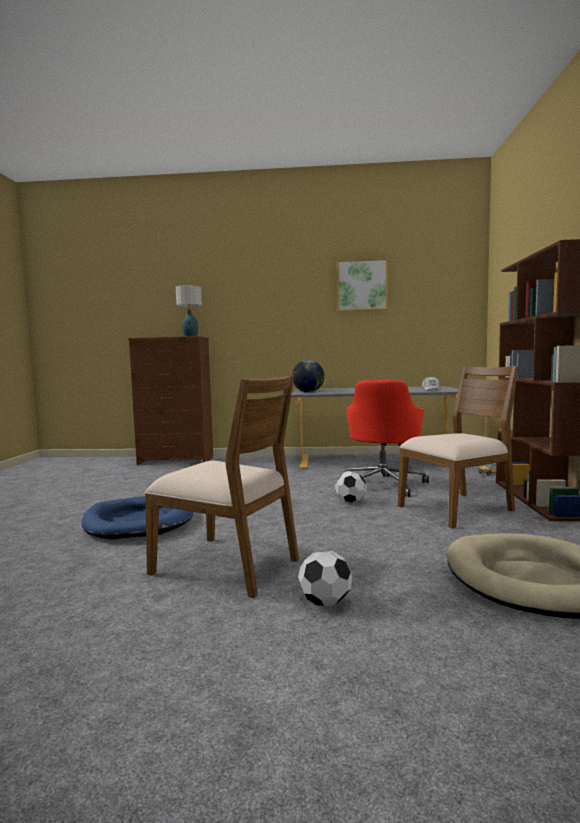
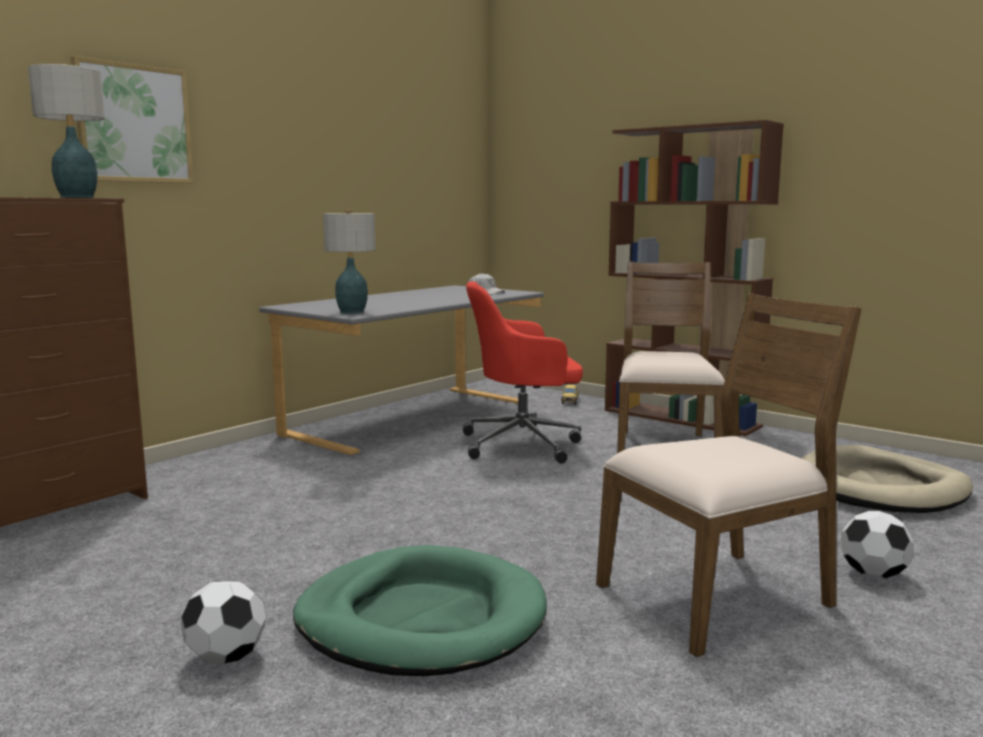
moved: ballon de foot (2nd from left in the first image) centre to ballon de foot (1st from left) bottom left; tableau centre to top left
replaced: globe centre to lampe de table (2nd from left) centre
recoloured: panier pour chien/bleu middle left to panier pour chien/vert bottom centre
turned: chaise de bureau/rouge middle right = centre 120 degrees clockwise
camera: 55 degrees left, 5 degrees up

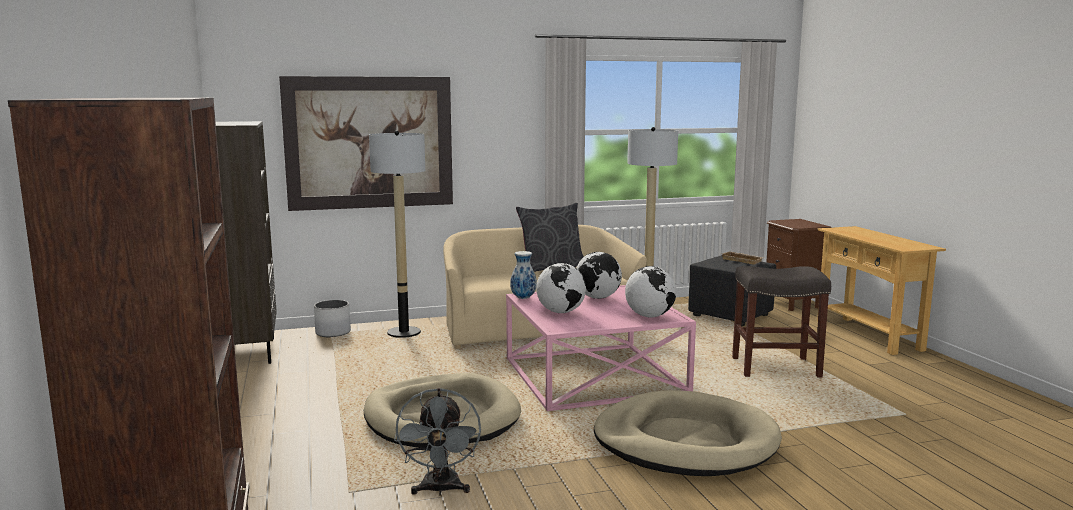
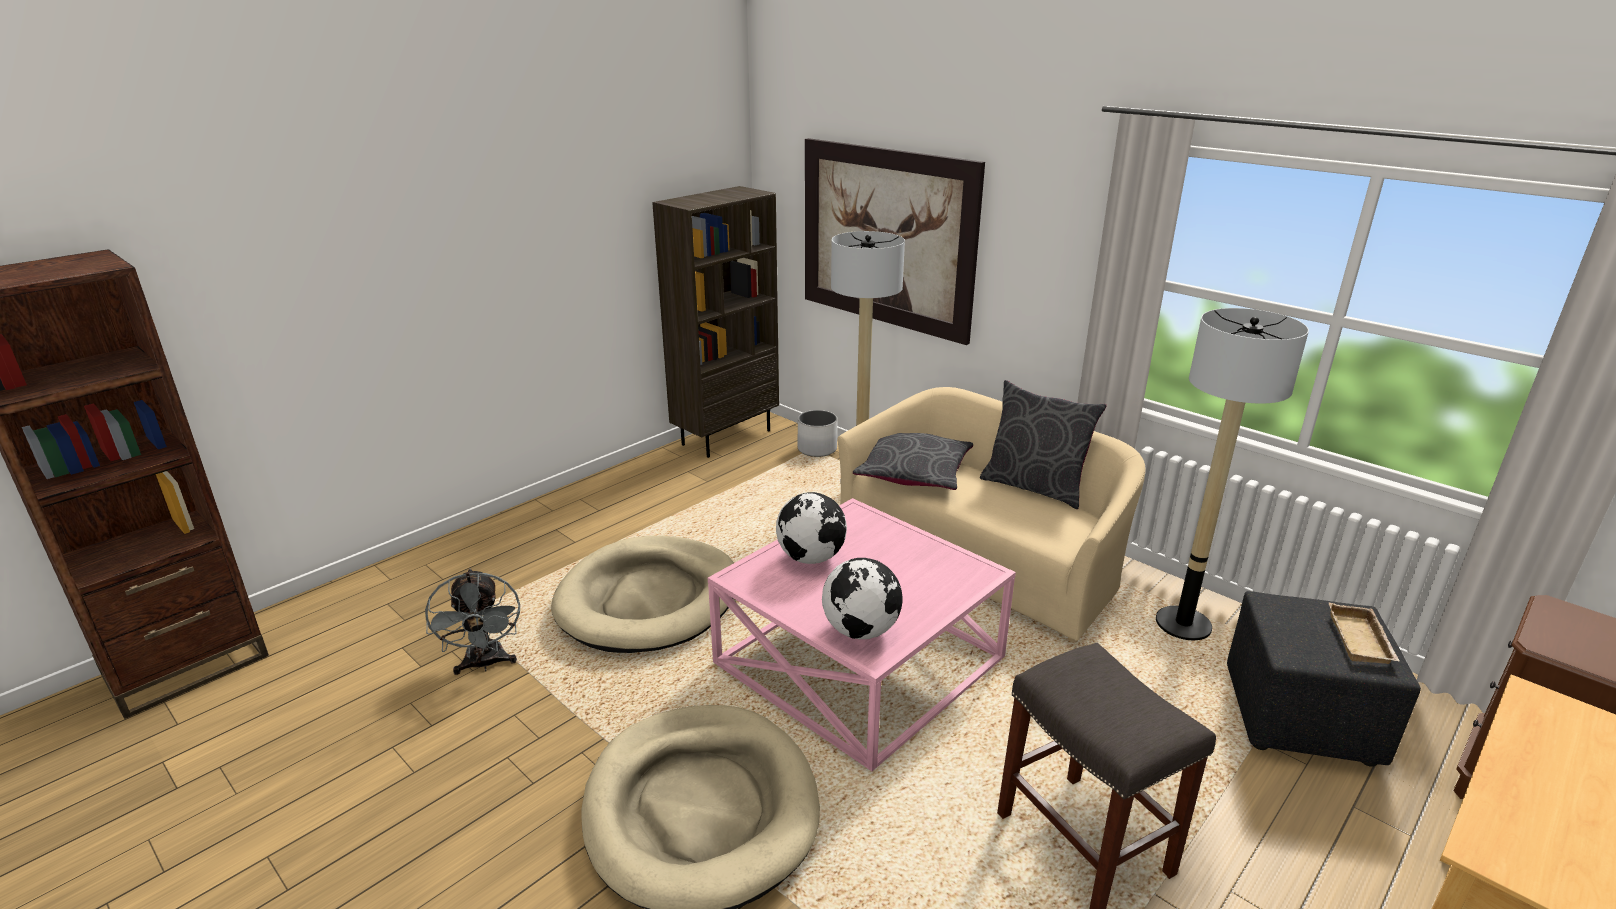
removed: vase centre; globe (2nd from left) centre
added: coussin/gris (1st from left) centre
turned: ventilateur/gris bottom centre = bottom left 75 degrees counterclockwise
camera: 60 degrees right, 15 degrees up

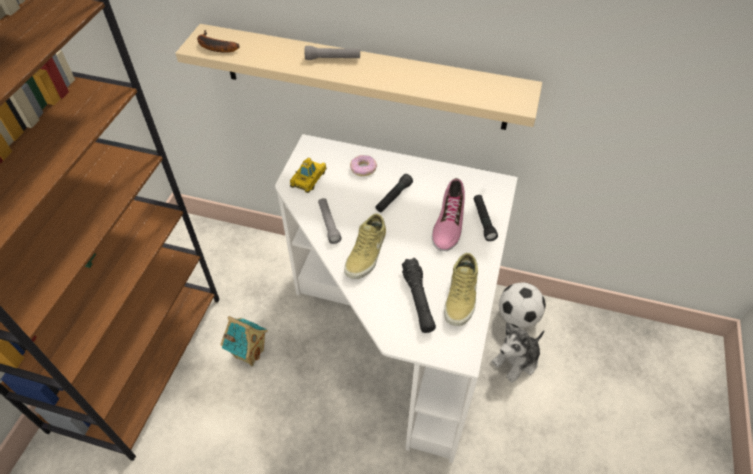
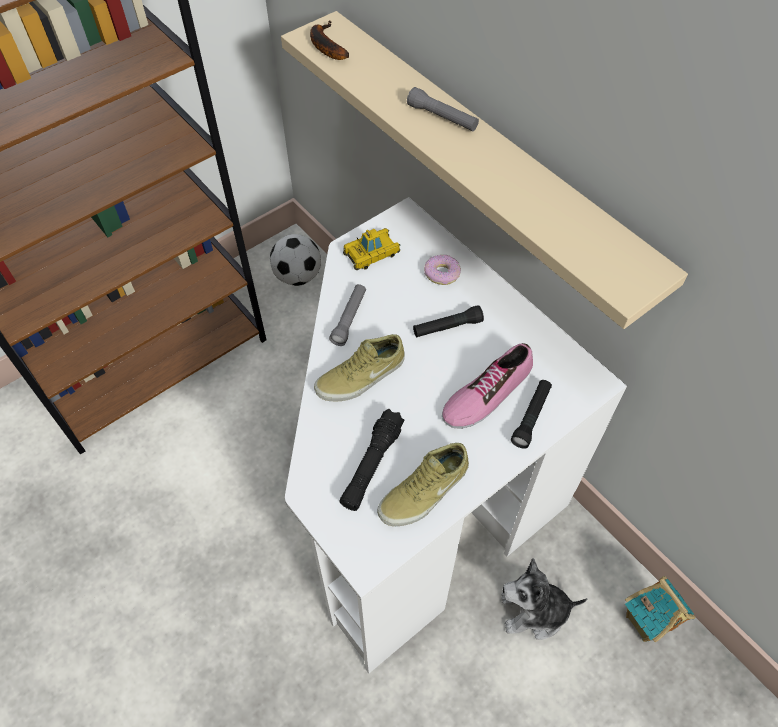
moved: maison miniature bottom left to bottom right; ballon de foot middle right to centre
camera: 35 degrees right, 5 degrees up

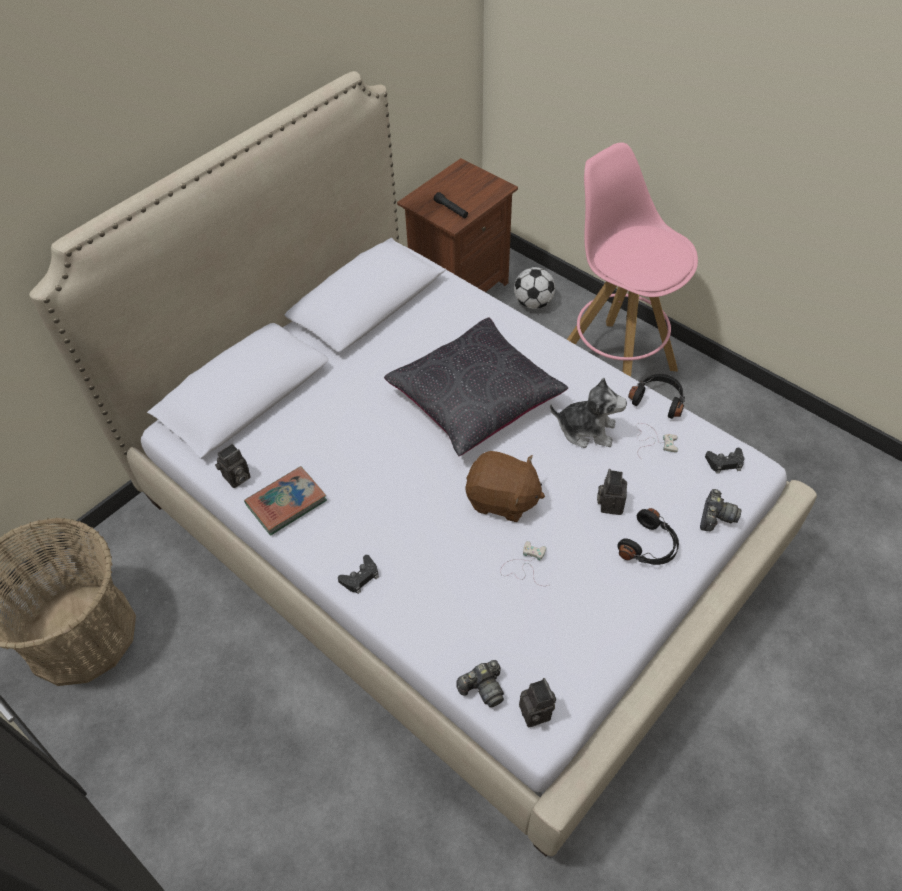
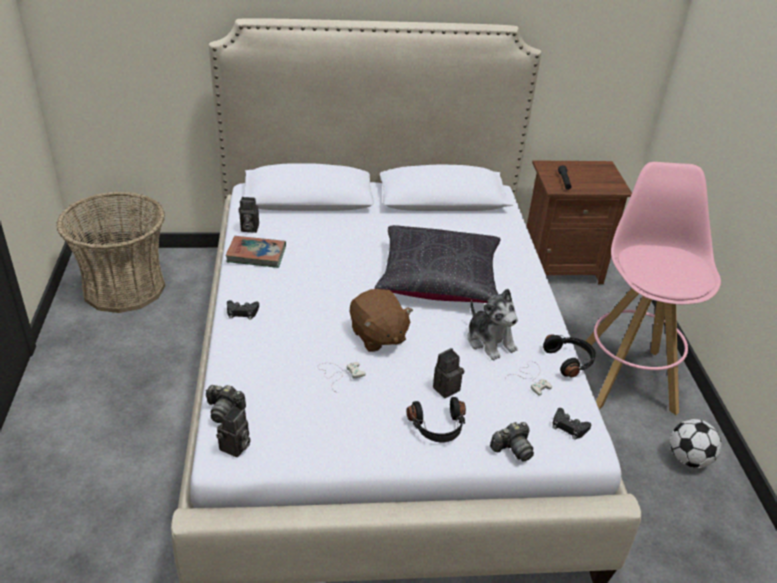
moved: ballon de foot top centre to bottom right
camera: 40 degrees right, 15 degrees down

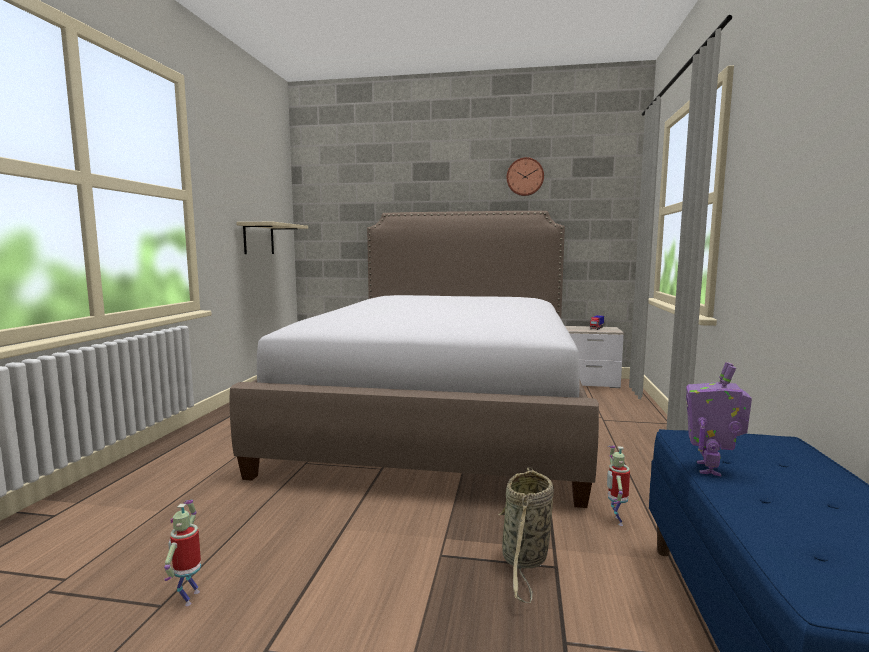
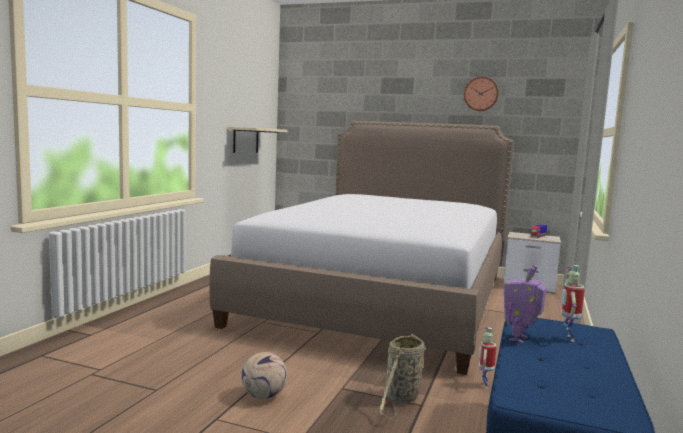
added: ballon de foot bottom centre
moved: robot jouet (1st from left in the first image) bottom left to robot jouet (3rd from left) bottom right
camera: 10 degrees right, 0 degrees up

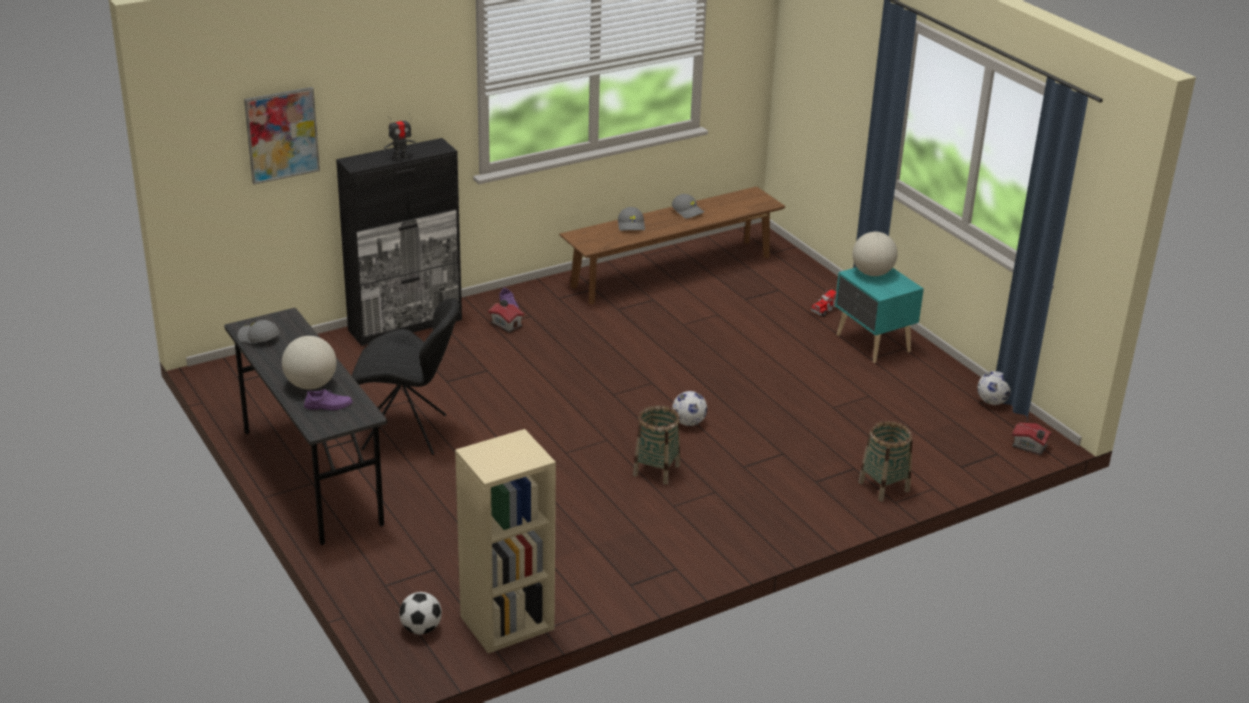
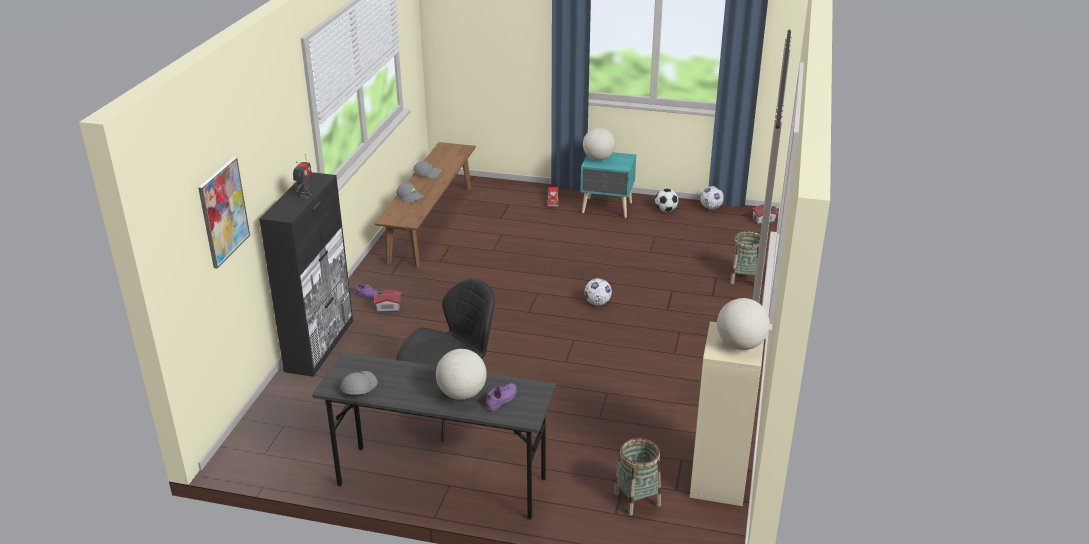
added: globe (3rd from left) middle right
moved: ballon de foot (1st from left in the first image) bottom centre to ballon de foot (2nd from left) centre; panier (1st from left) centre to bottom centre
turned: casquette/gris (1st from left) middle left = bottom left 120 degrees clockwise
camera: 45 degrees left, 0 degrees up

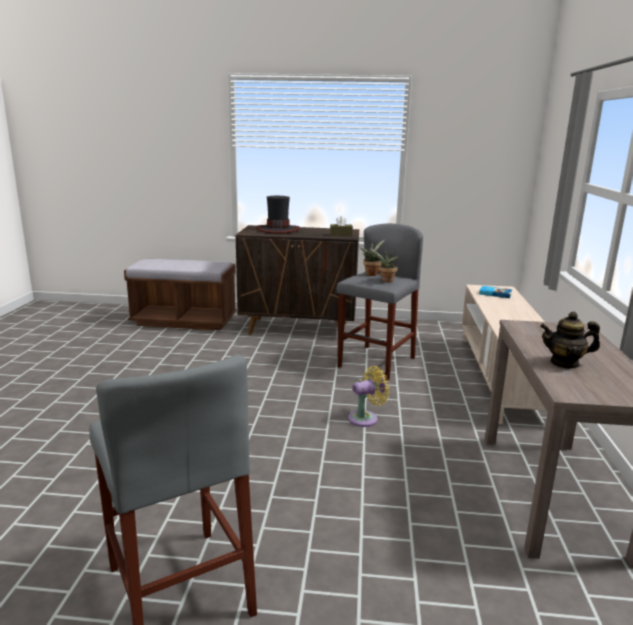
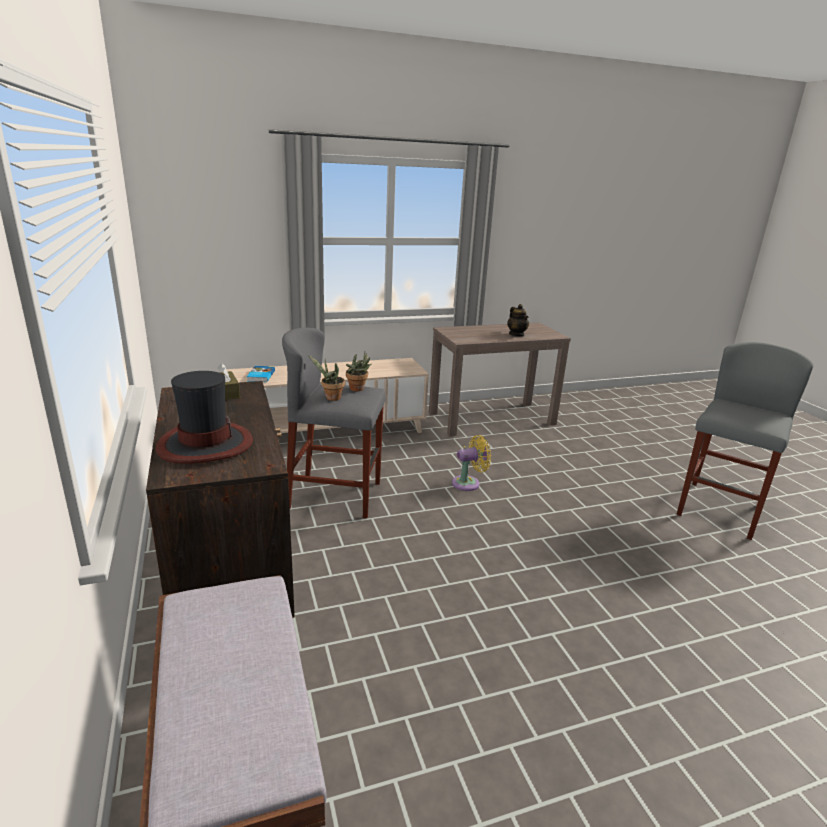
turned: ventilateur/jaune centre = centre 120 degrees clockwise
camera: 115 degrees left, 5 degrees up

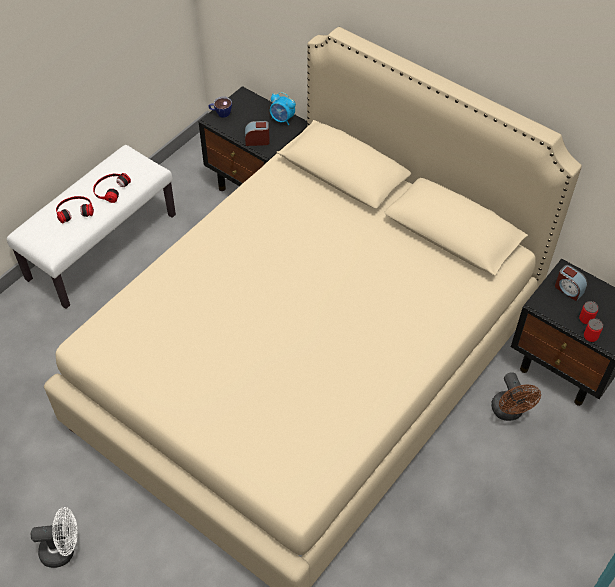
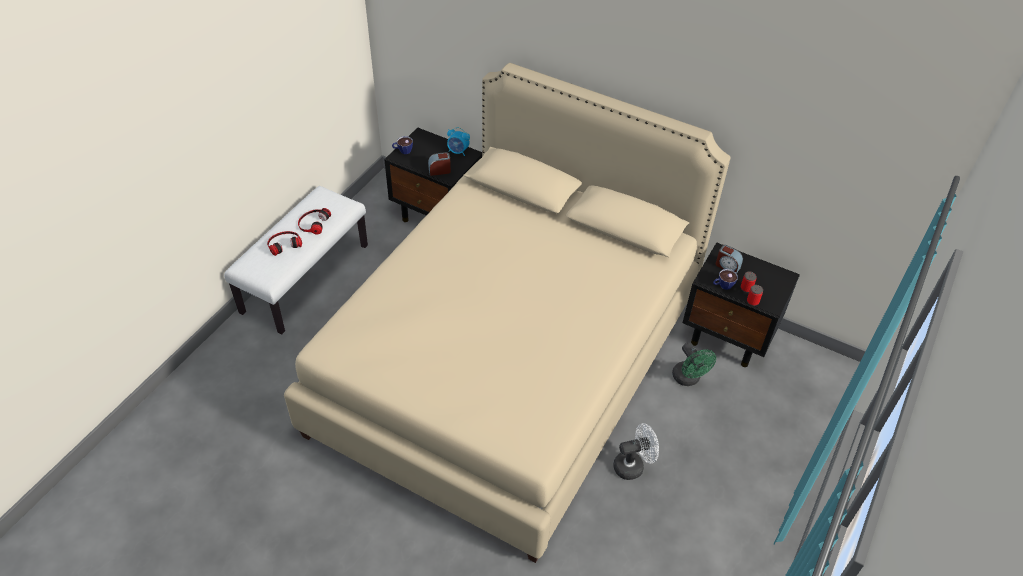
added: tasse (2nd from left) middle right
moved: ventilateur/blanc bottom left to bottom centre
recoloured: ventilateur/marron bottom right to ventilateur/vert middle right
camera: 10 degrees left, 5 degrees down

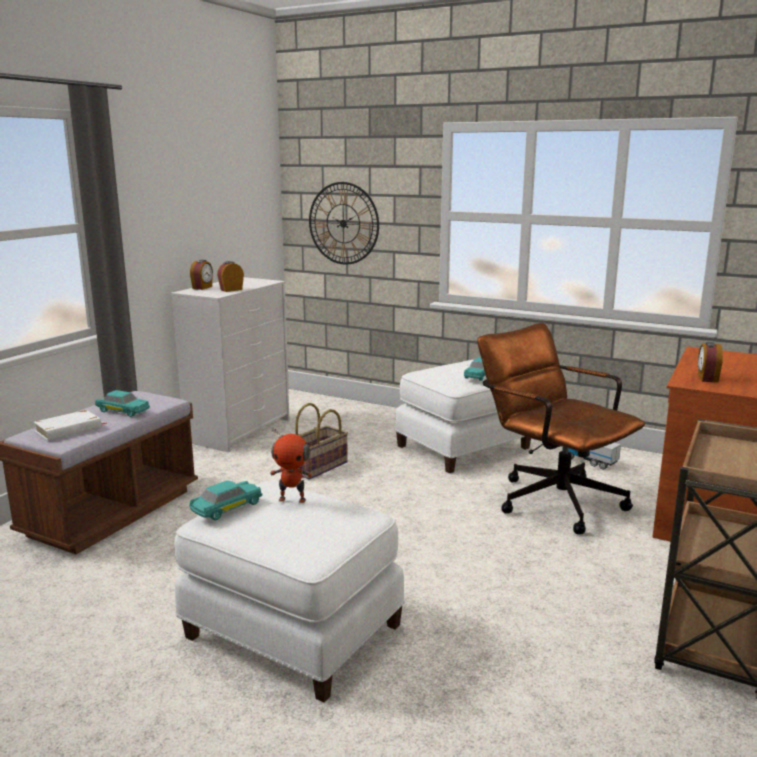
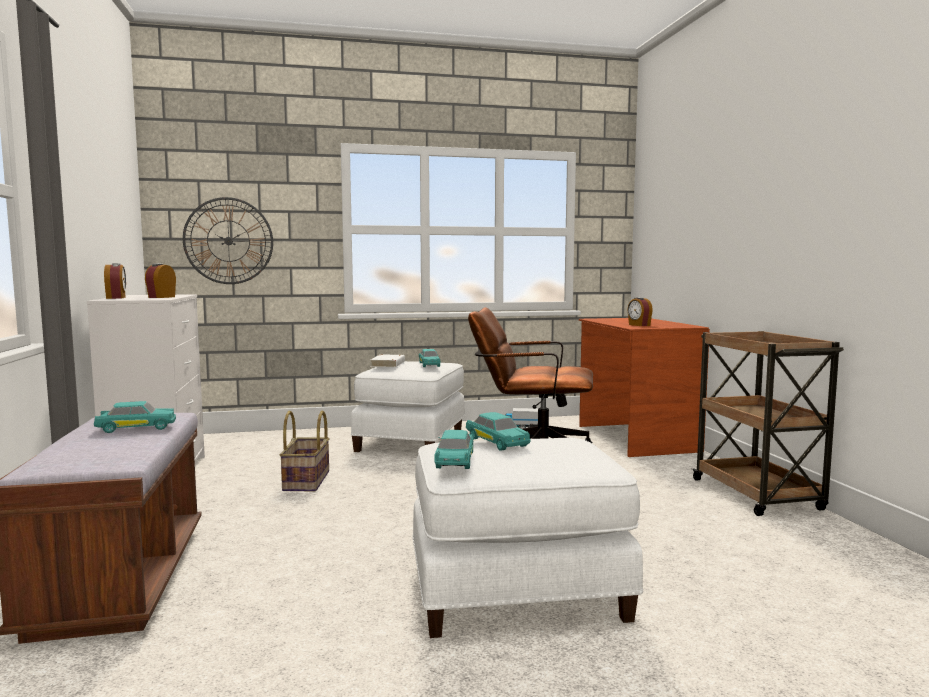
moved: livre/blanc middle left to centre
replaced: robot jouet centre to petite voiture/turquoise (4th from left) centre
camera: 40 degrees left, 10 degrees down

